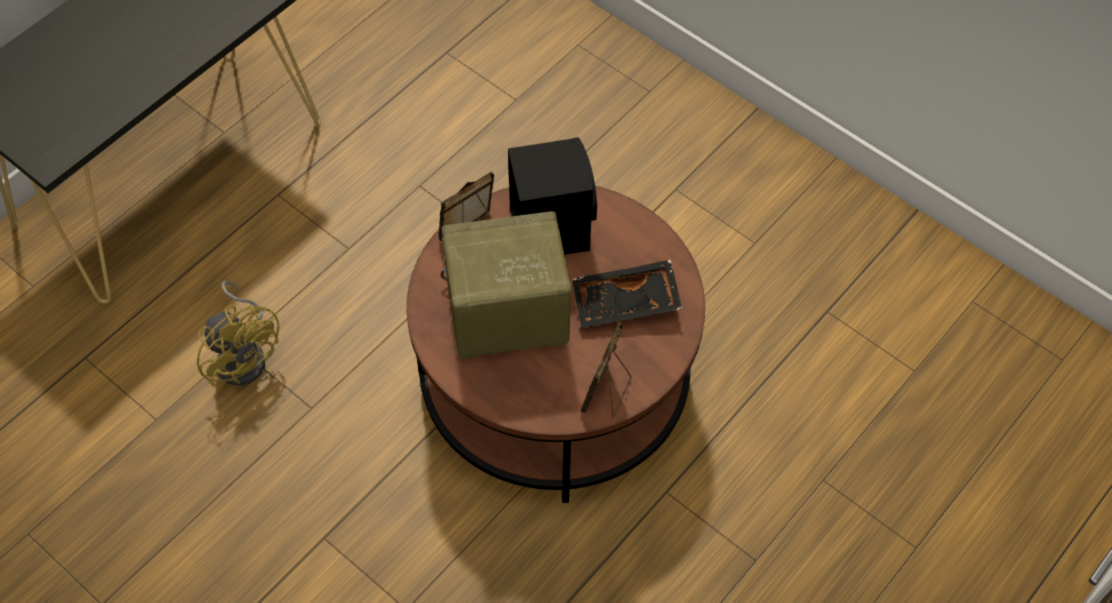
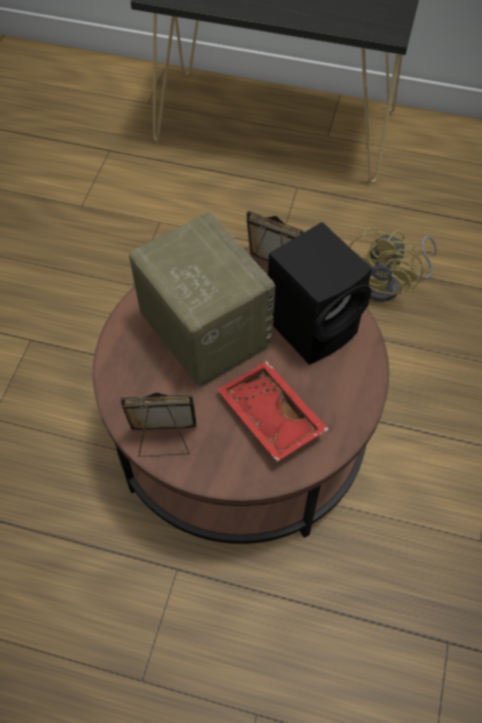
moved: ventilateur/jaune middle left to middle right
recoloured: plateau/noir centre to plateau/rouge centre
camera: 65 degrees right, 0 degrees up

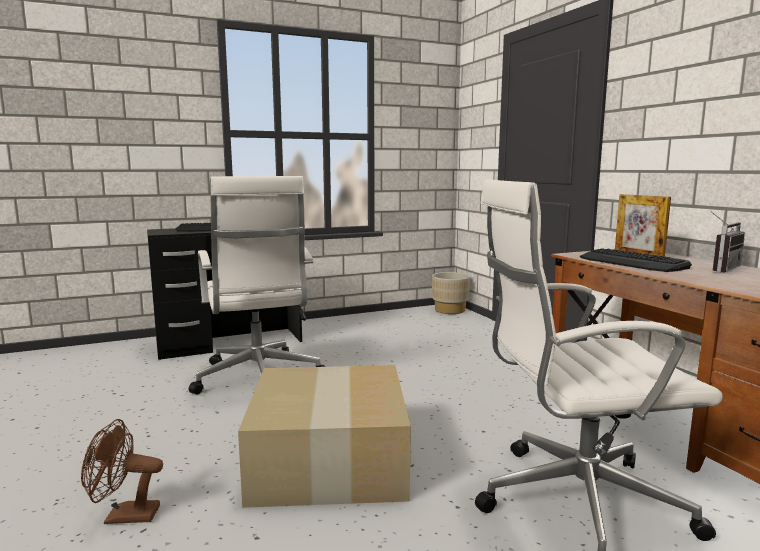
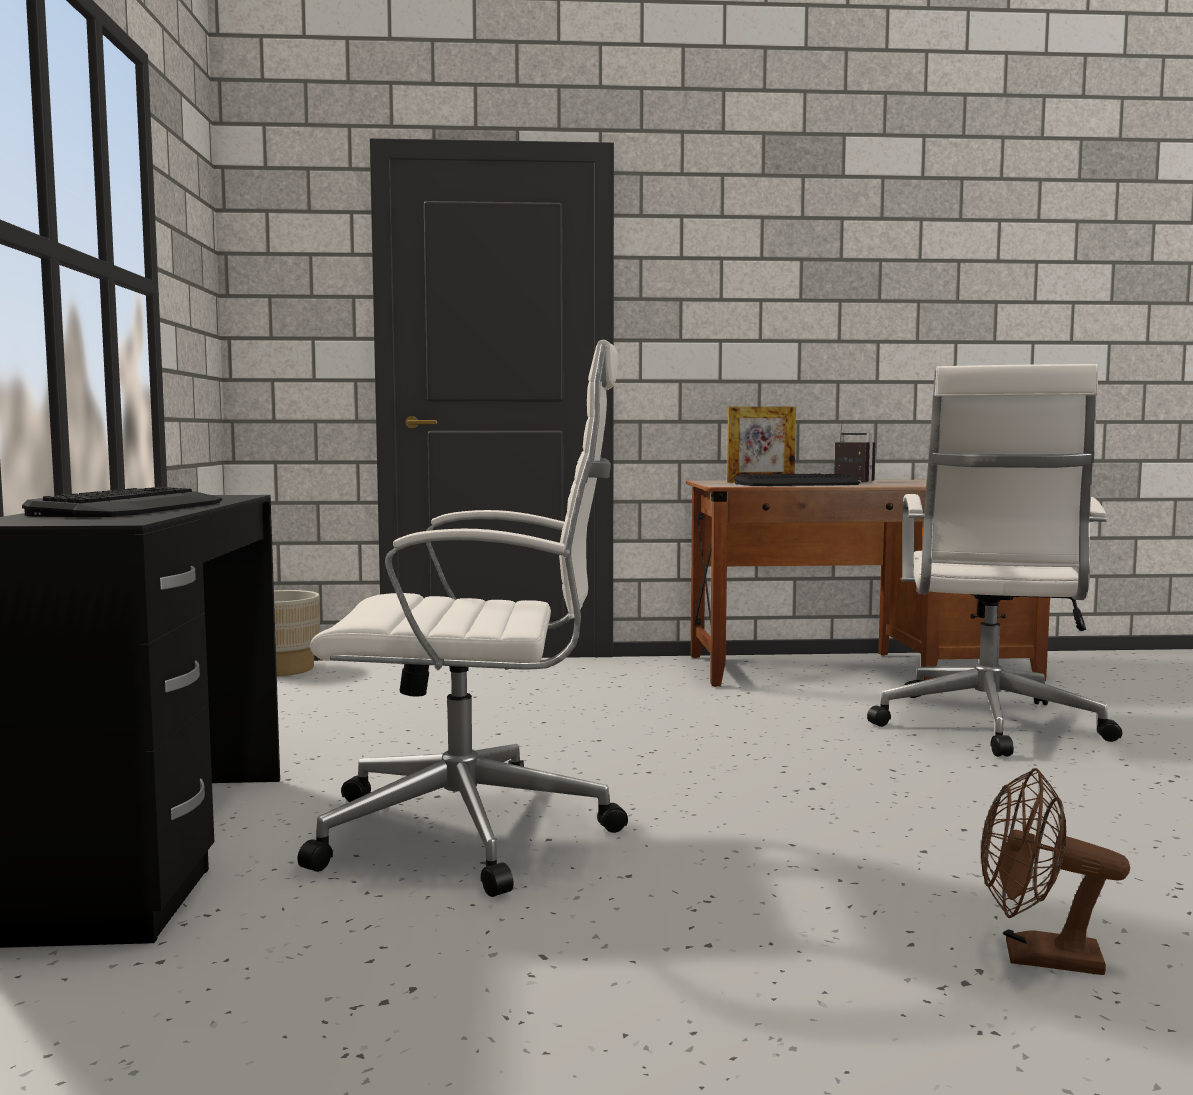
removed: carton bottom centre
turned: ventilateur/marron bottom left = bottom right 90 degrees clockwise
camera: 70 degrees left, 5 degrees down

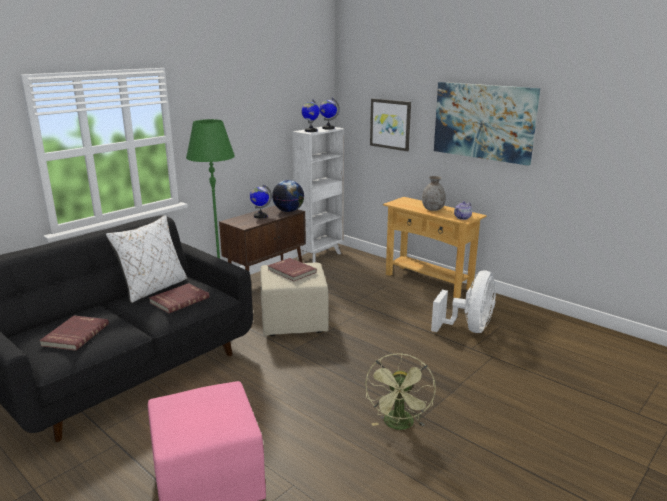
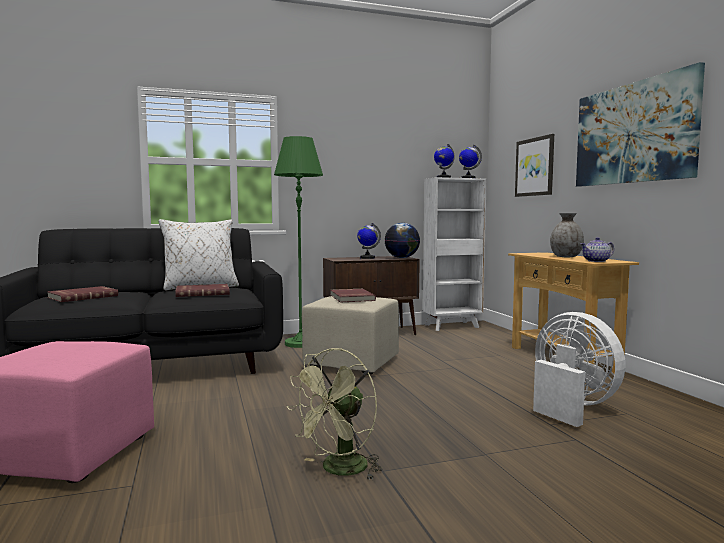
turned: ventilateur/blanc middle right = bottom right 90 degrees counterclockwise
camera: 30 degrees right, 15 degrees down

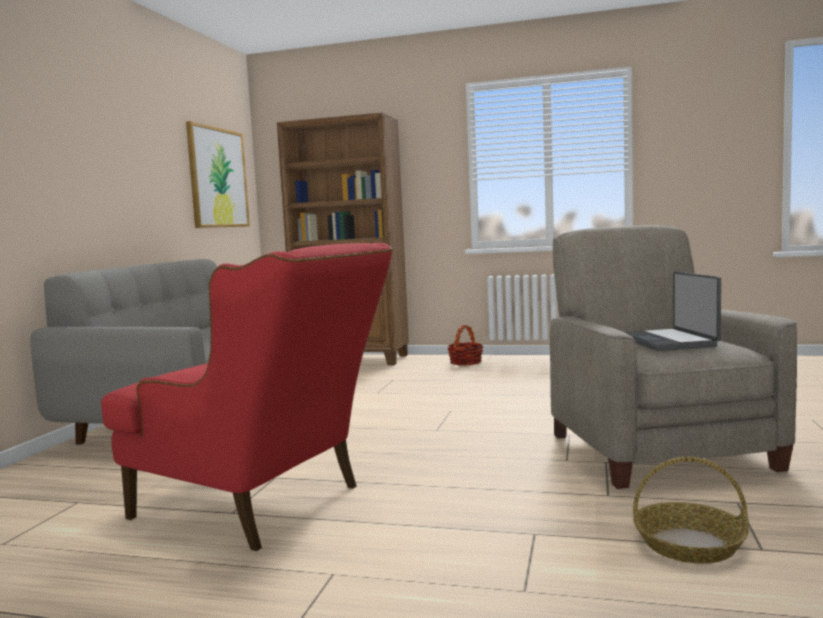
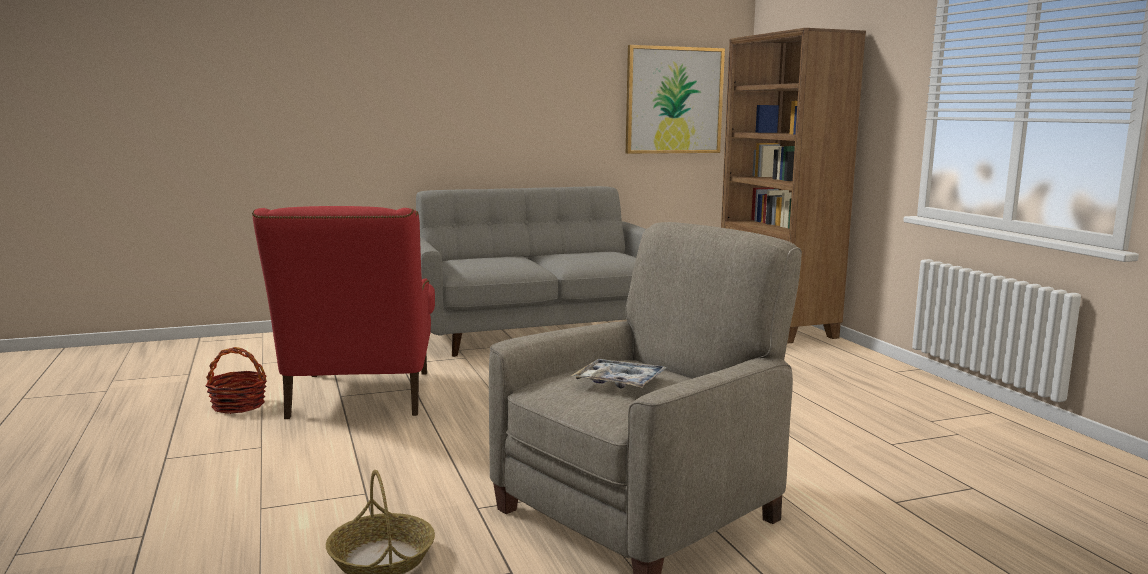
moved: panier (1st from left) centre to middle left
replaced: ordinateur portable middle right to plateau centre
camera: 55 degrees right, 5 degrees up

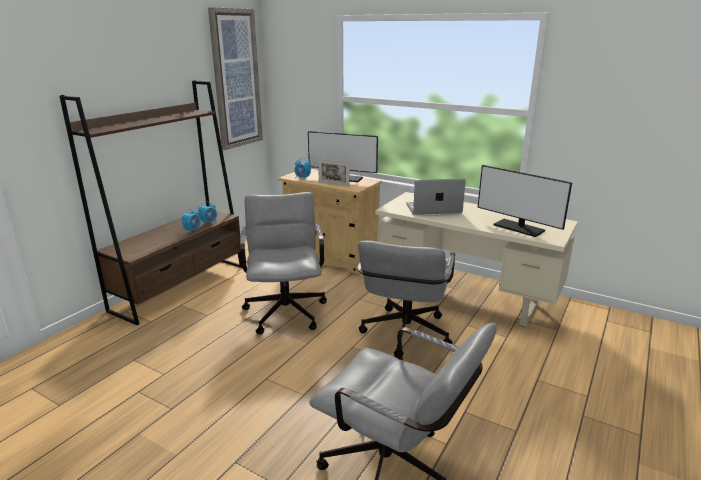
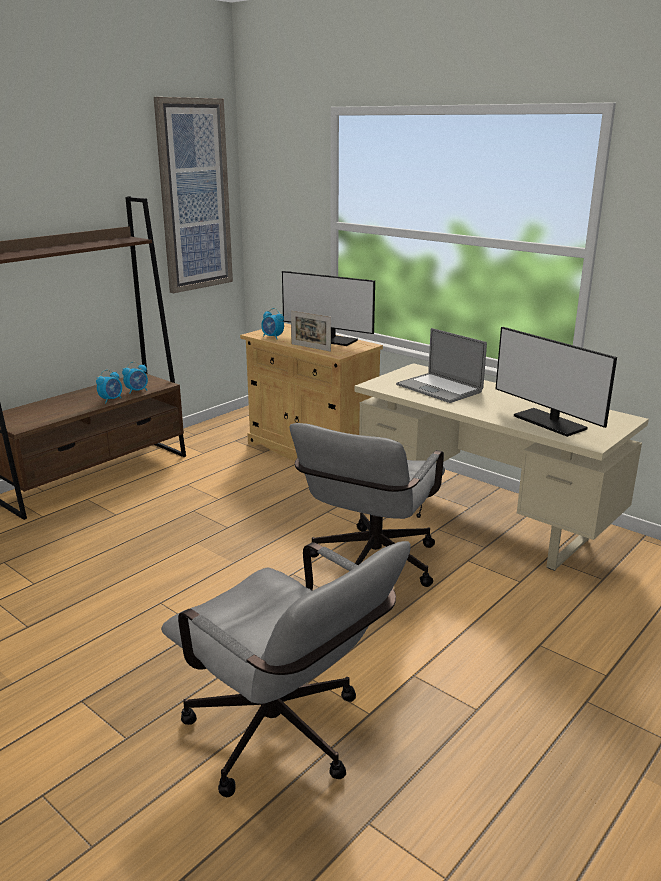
removed: chaise de bureau/gris (1st from left) centre
turned: ordinateur portable centre = middle right 135 degrees counterclockwise
camera: 10 degrees right, 0 degrees up

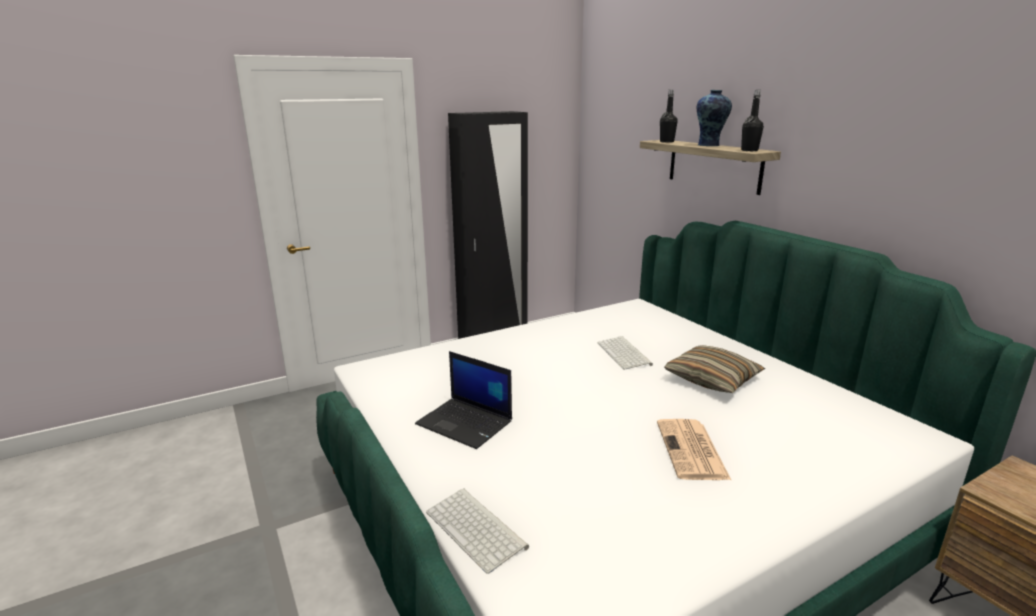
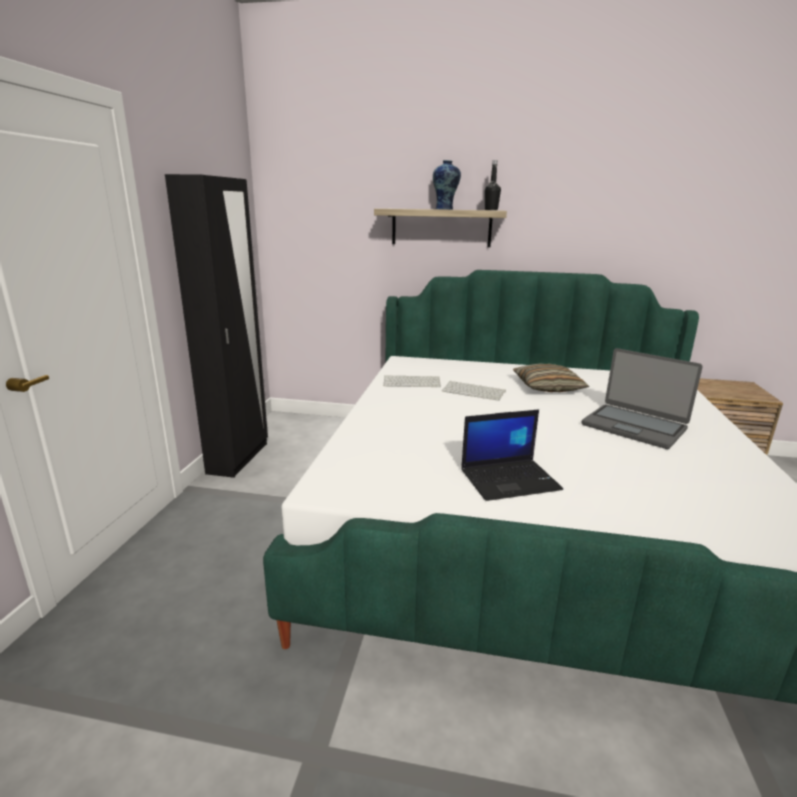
removed: bouteille/noir (1st from left) top centre
moved: clavier (1st from left) bottom centre to centre
replaced: journal bottom right to ordinateur portable (2nd from left) middle right
camera: 50 degrees left, 0 degrees up

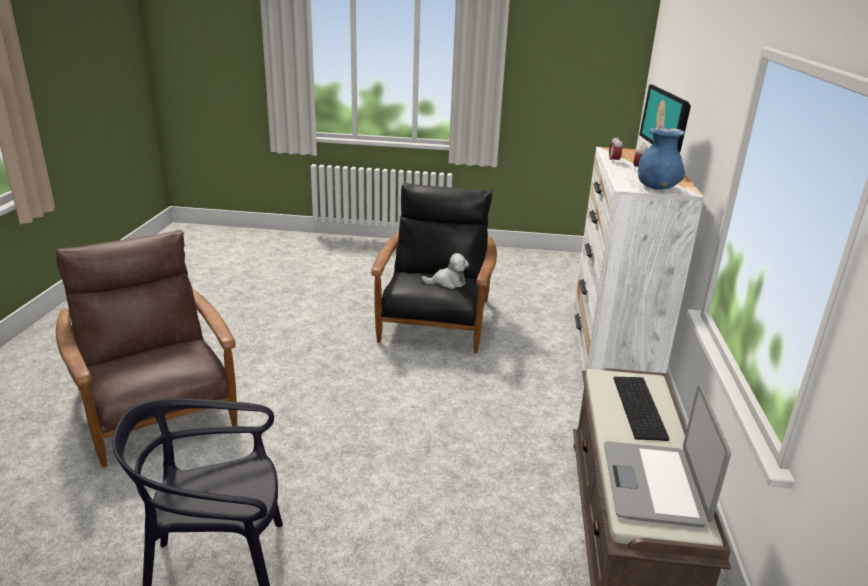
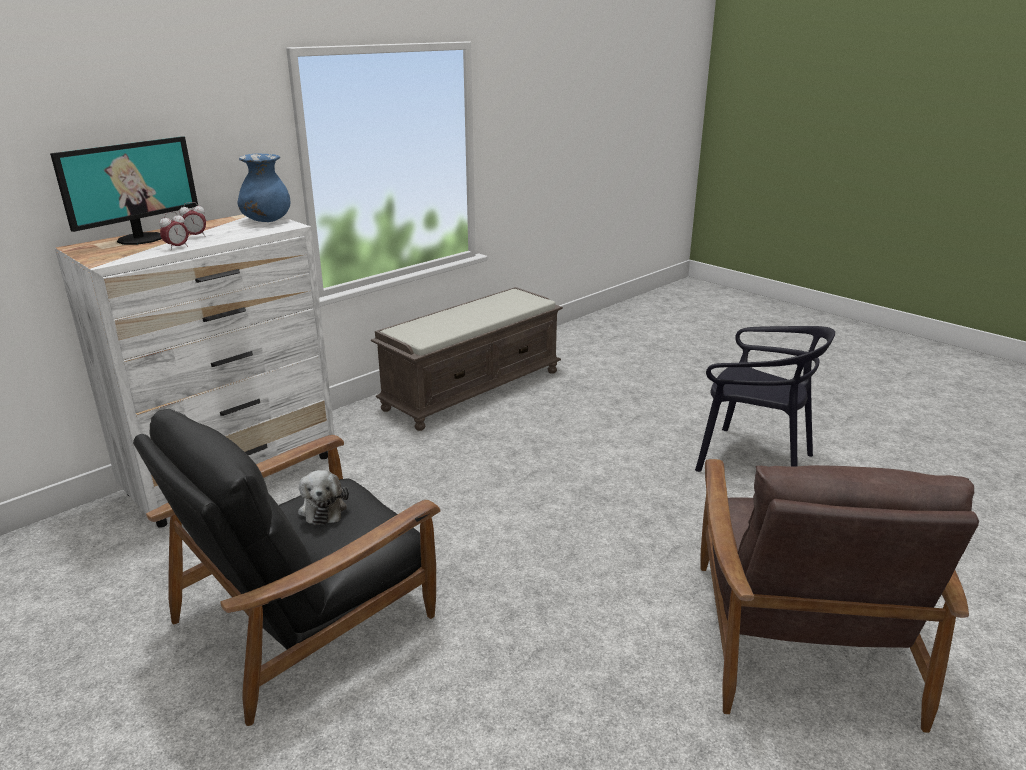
removed: ordinateur portable bottom right; clavier bottom right
turned: peluche centre = middle left 135 degrees counterclockwise
camera: 140 degrees left, 0 degrees up

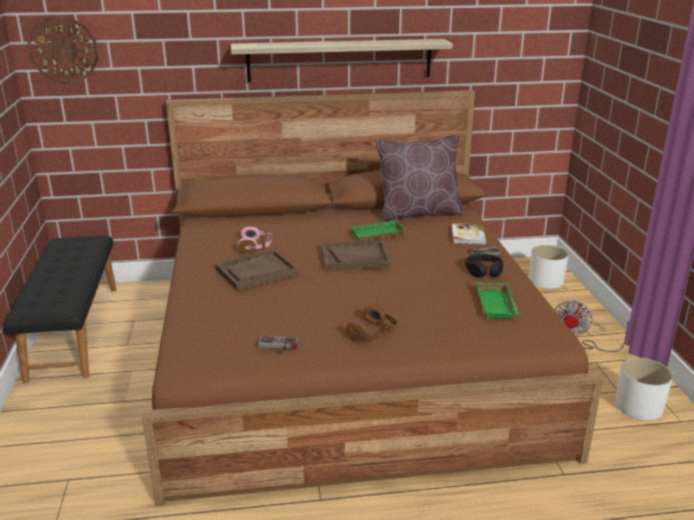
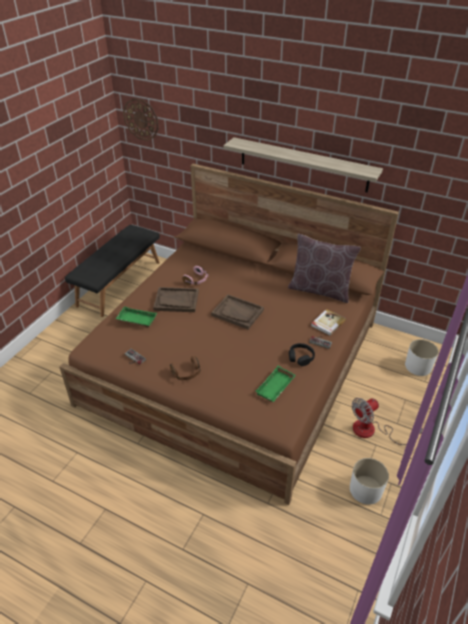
moved: plateau/vert (1st from left) centre to middle left
camera: 35 degrees right, 15 degrees up

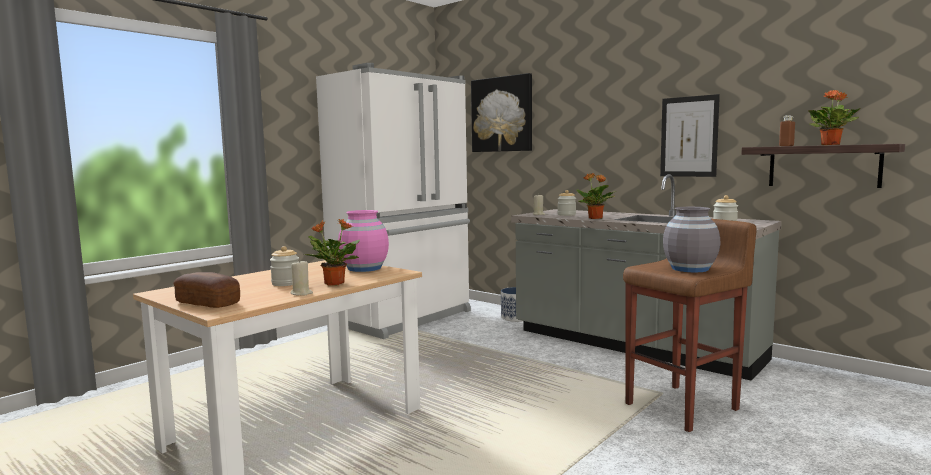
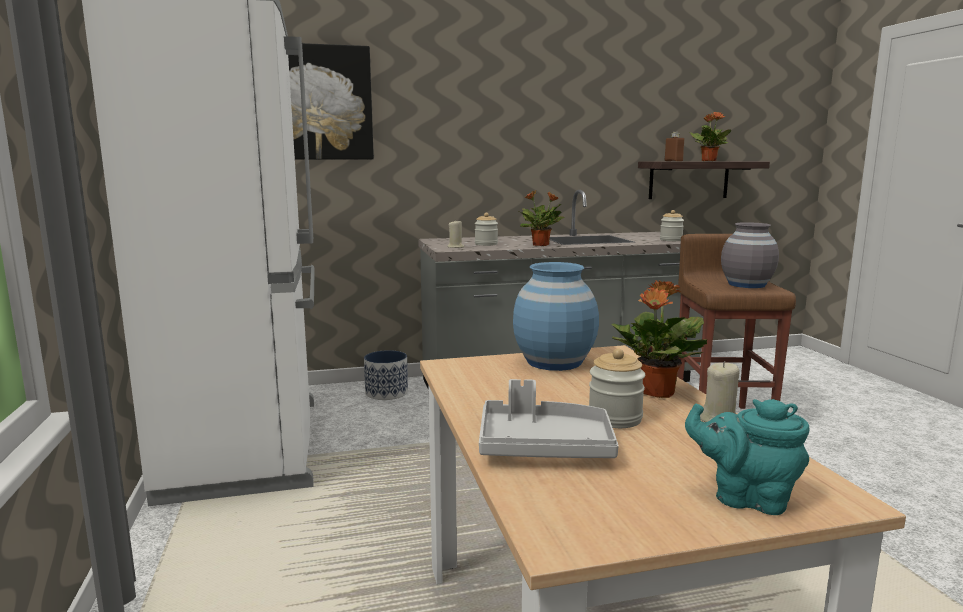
removed: tableau (2nd from left) top right
added: plateau/gris bottom centre
replaced: pain middle left to théière/turquoise bottom right
recoloured: vase/rose centre to vase/bleu centre
camera: 55 degrees left, 5 degrees up

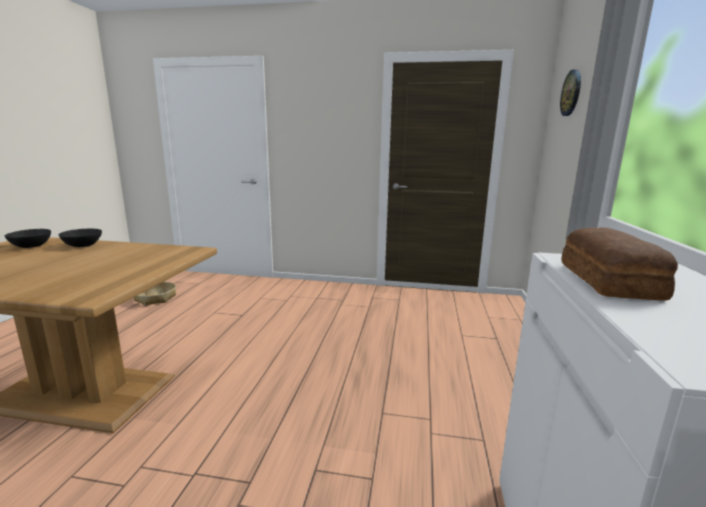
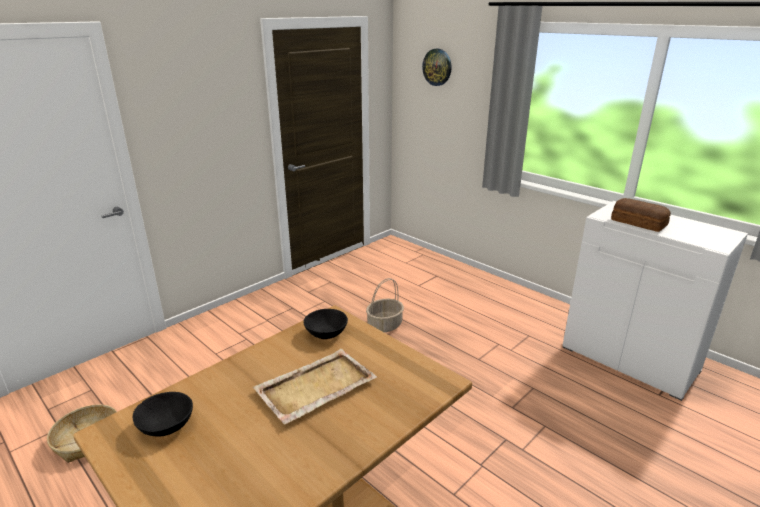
added: plateau/beige bottom centre; panier (2nd from left) centre
moved: bol/noir (2nd from left) middle left to centre
camera: 55 degrees left, 10 degrees up

